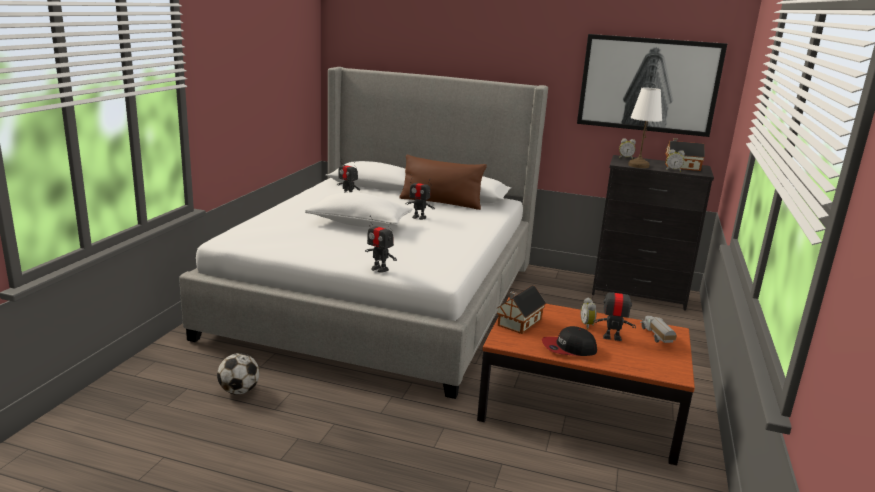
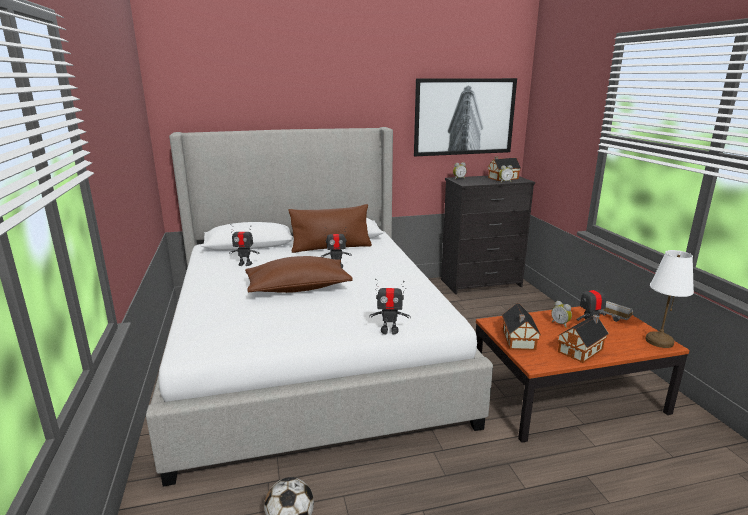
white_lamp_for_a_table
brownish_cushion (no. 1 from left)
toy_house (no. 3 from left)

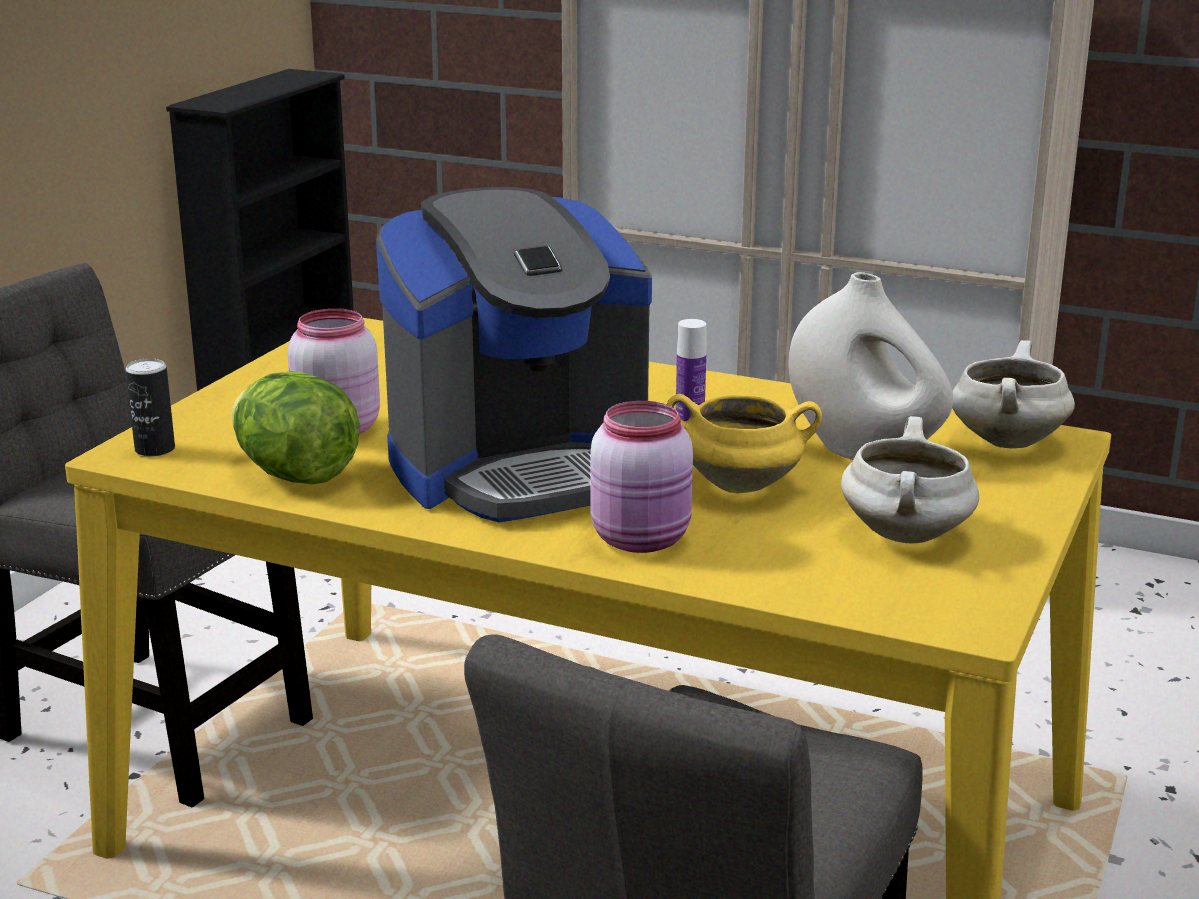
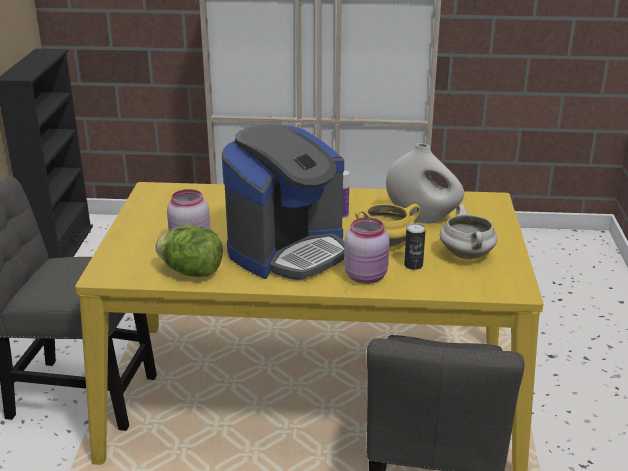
white_saucepot (no. 2 from left in the first image)
can

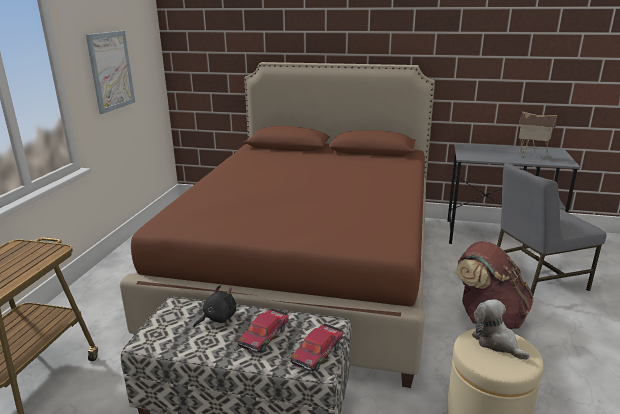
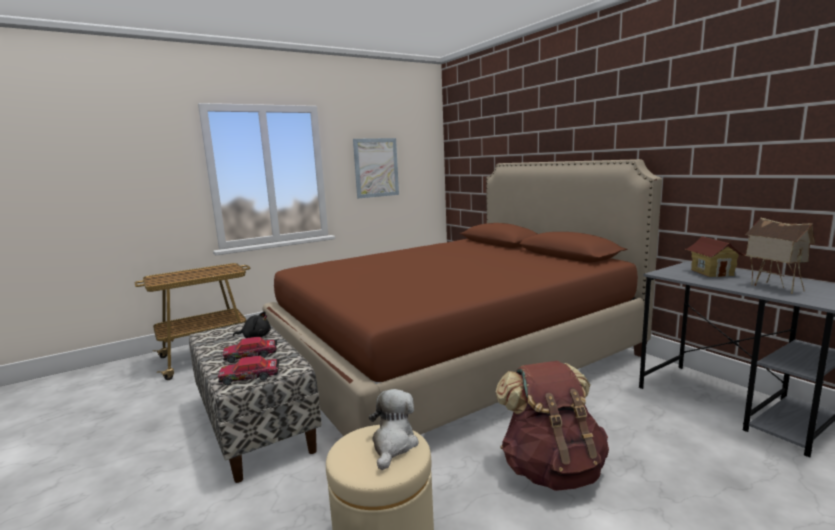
grey_plain_chair
toy_house (no. 1 from left)

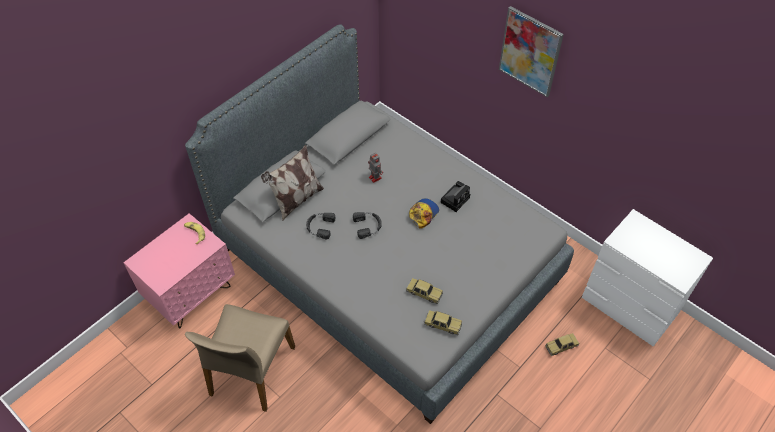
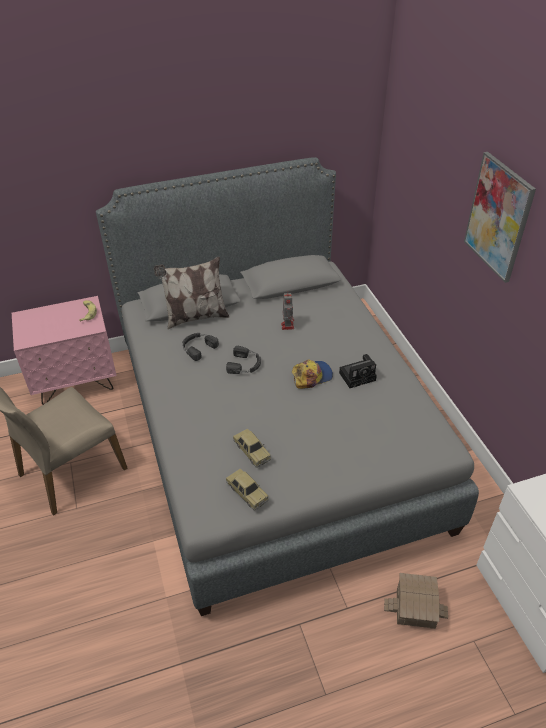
toy_house

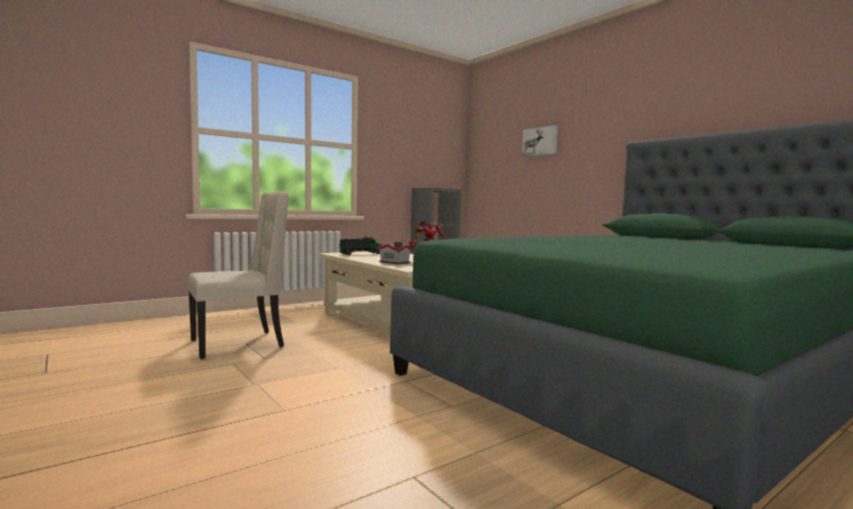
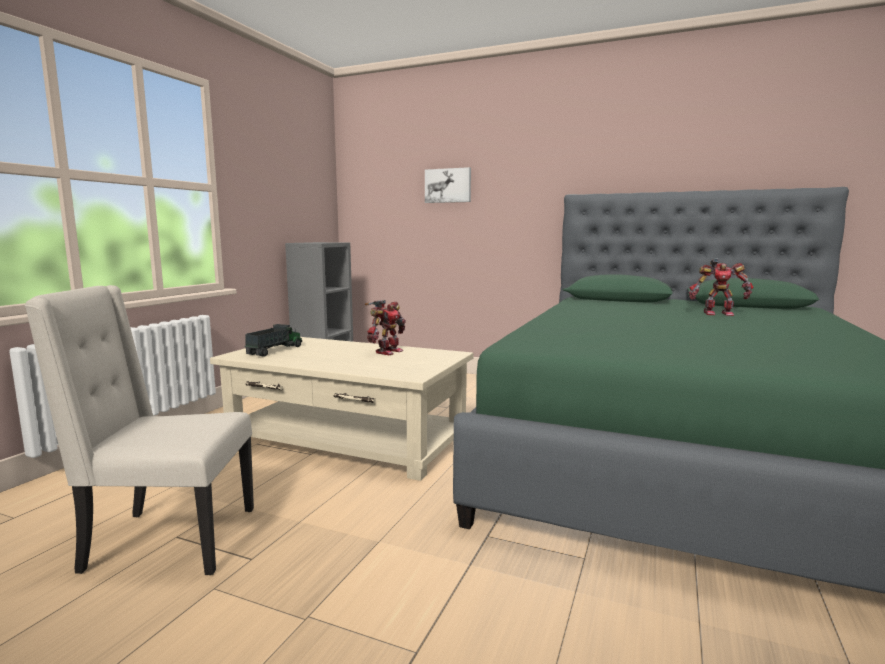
sand-coloured_plain_chair
toy_house
model_robot (no. 2 from left)

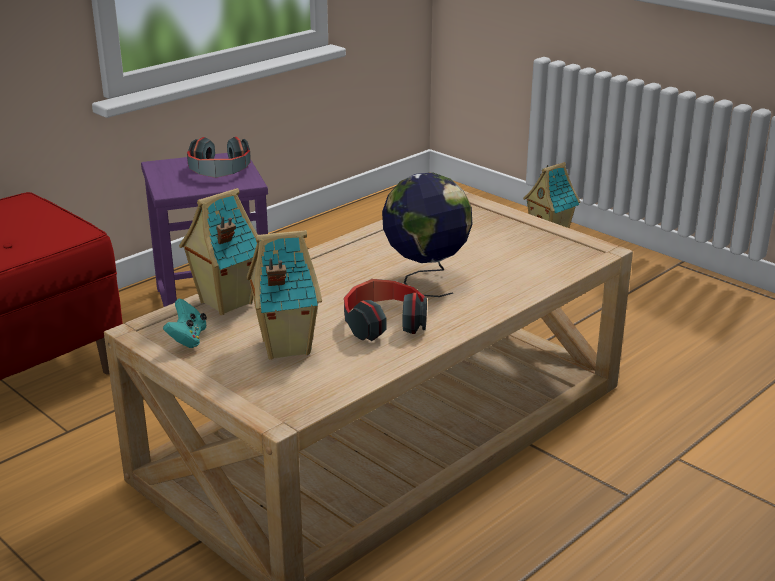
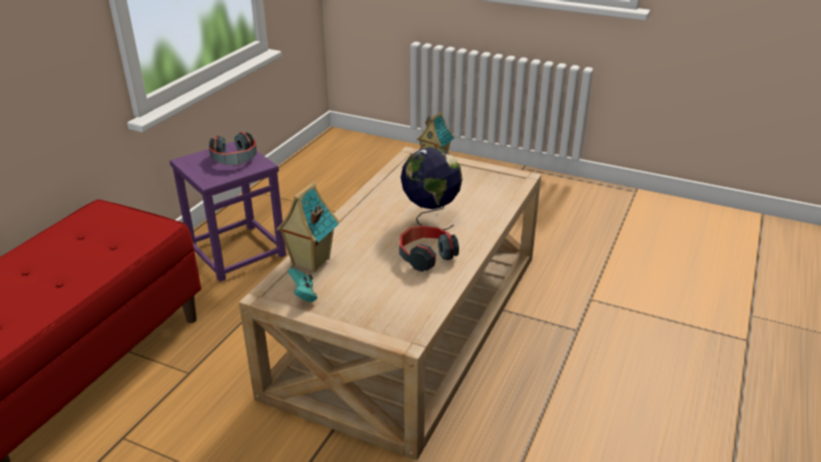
toy_house (no. 2 from left in the first image)

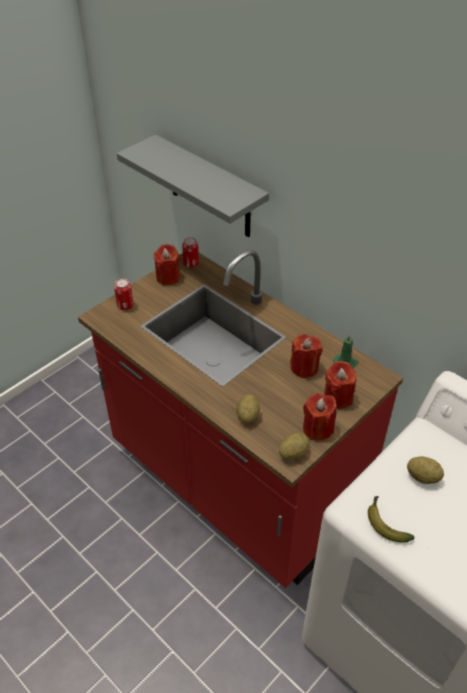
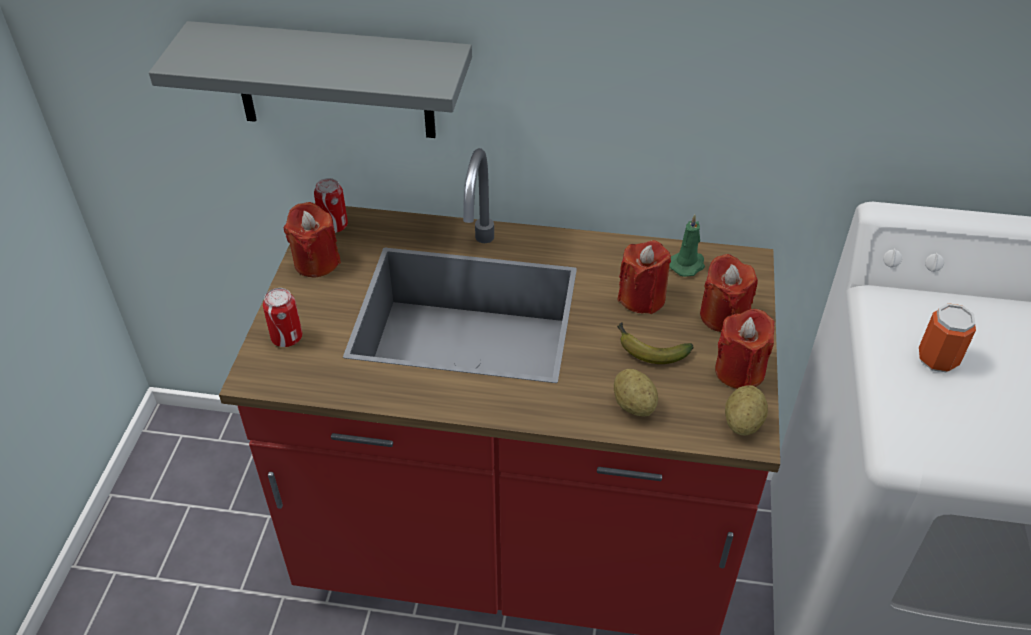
can (no. 3 from left)
whole_banana

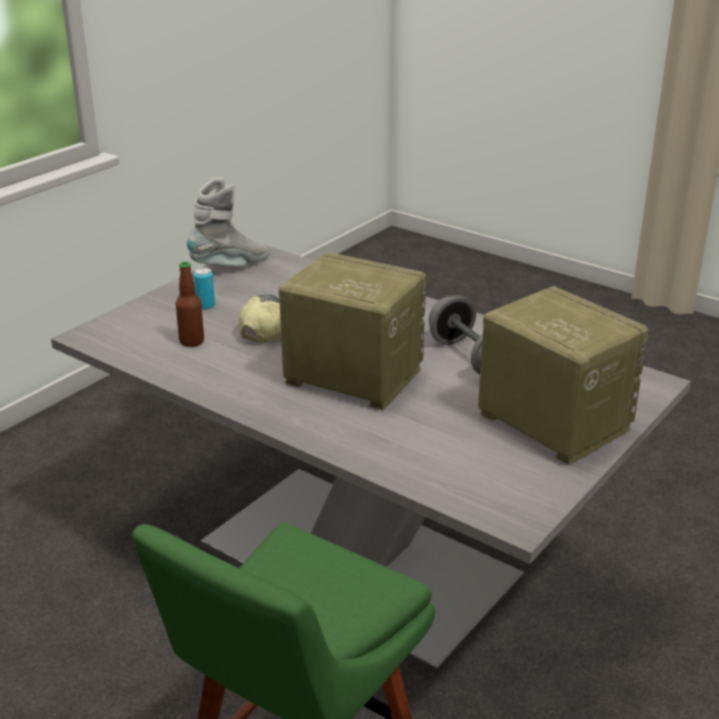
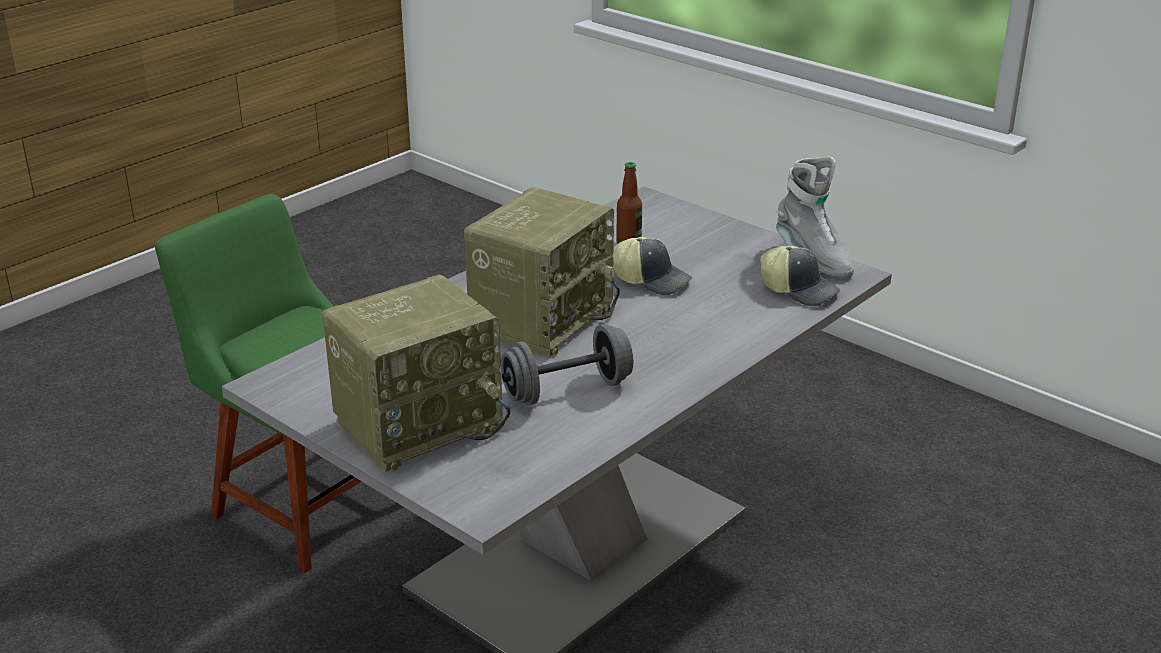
can
peaked_cap (no. 2 from left)

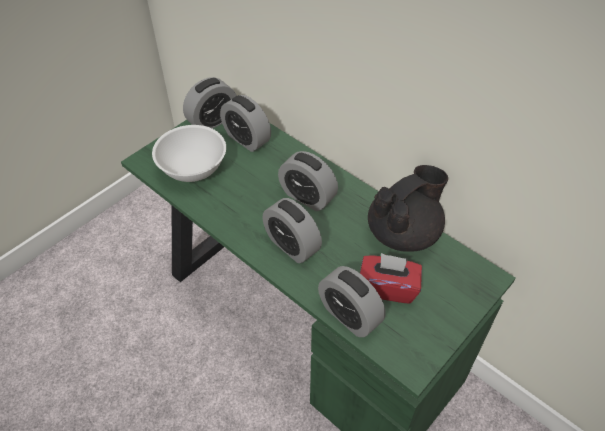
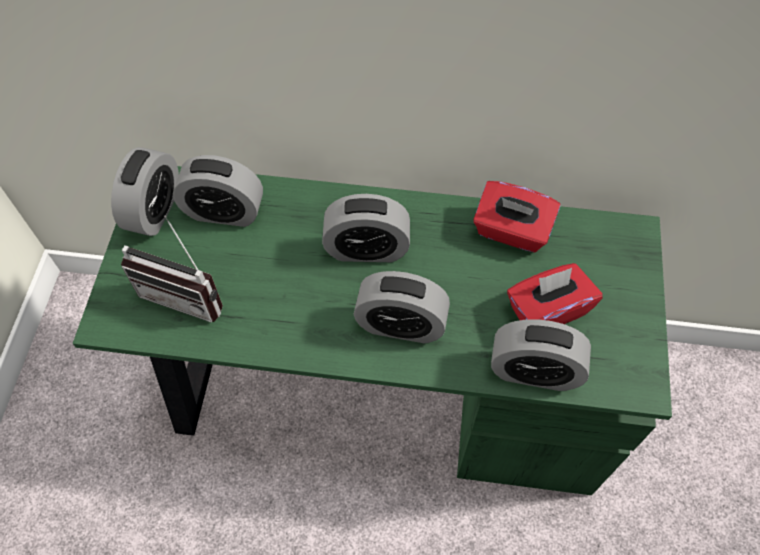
radio_set
red_tissue_holder (no. 1 from left)

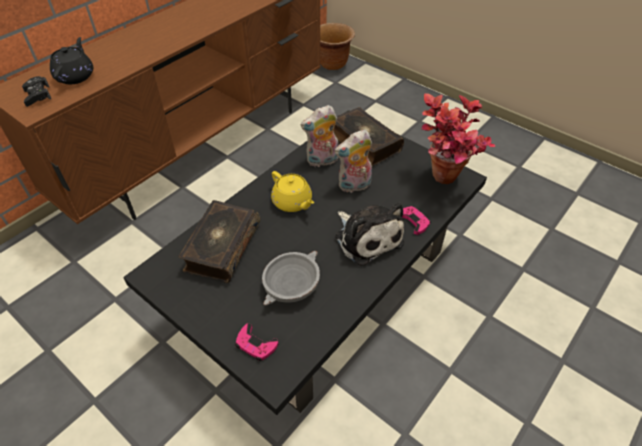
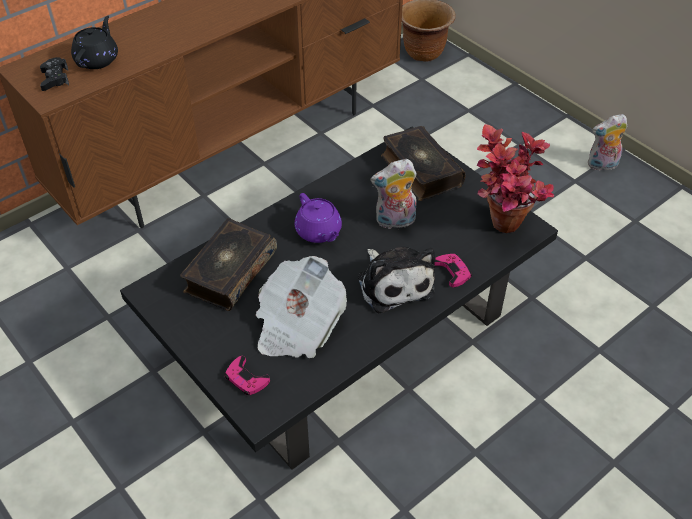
cuddly_toy (no. 3 from left)
purple-coloured_teapot
newspaper

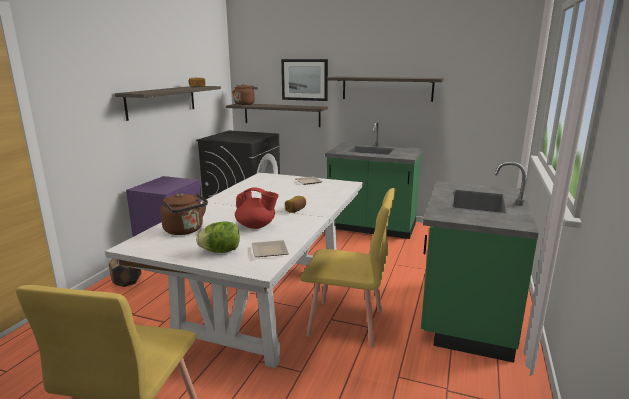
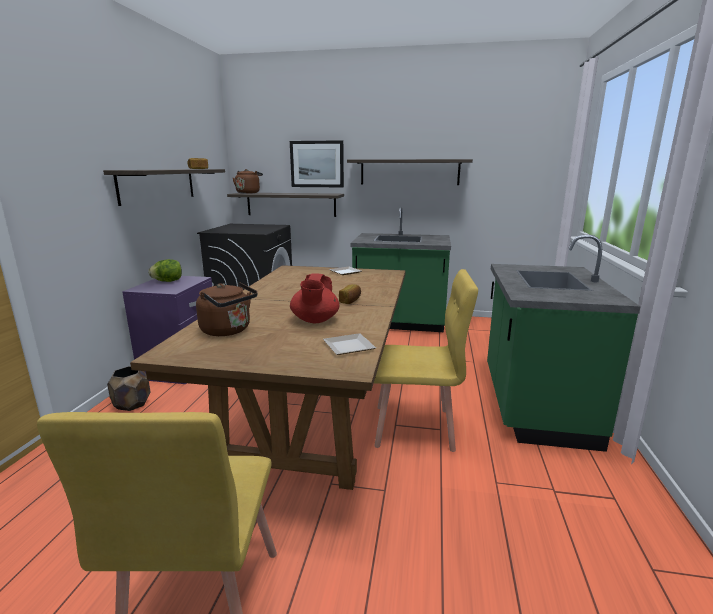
brownish_dinner_table
red_teapot
lettuce_head

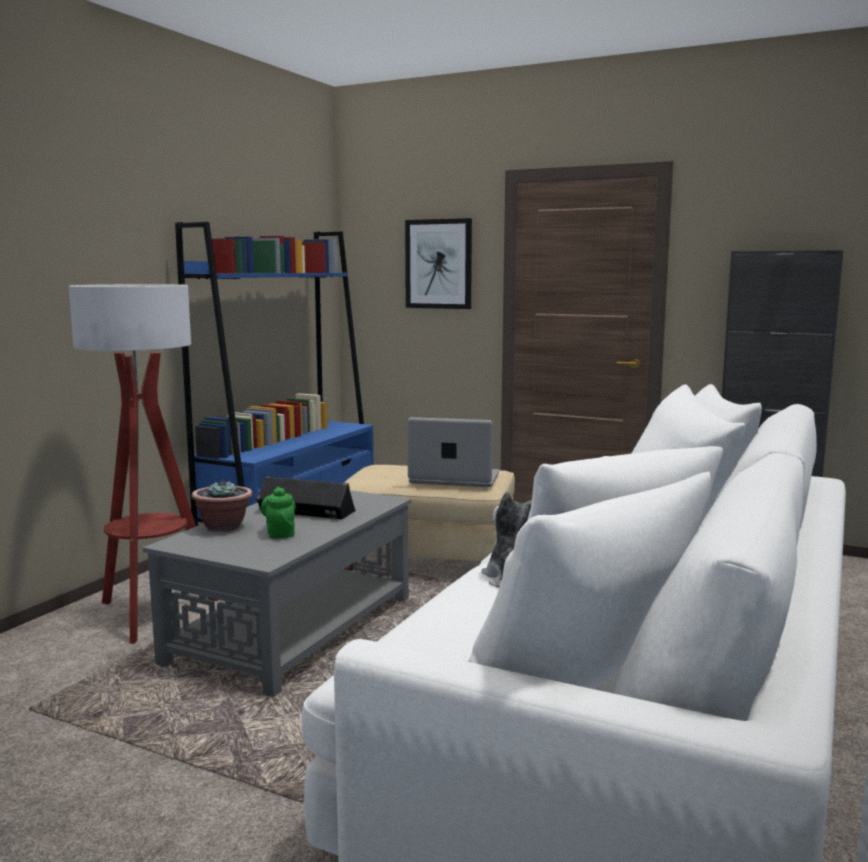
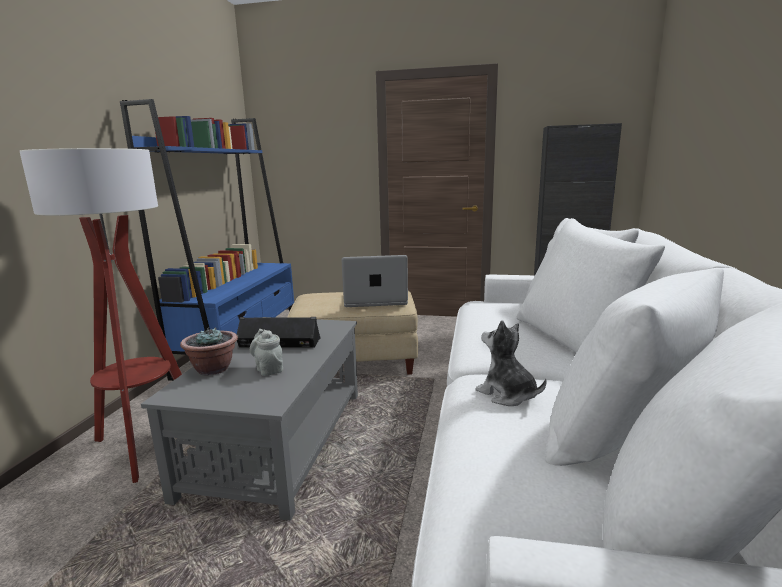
wall_picture
grey_teapot

